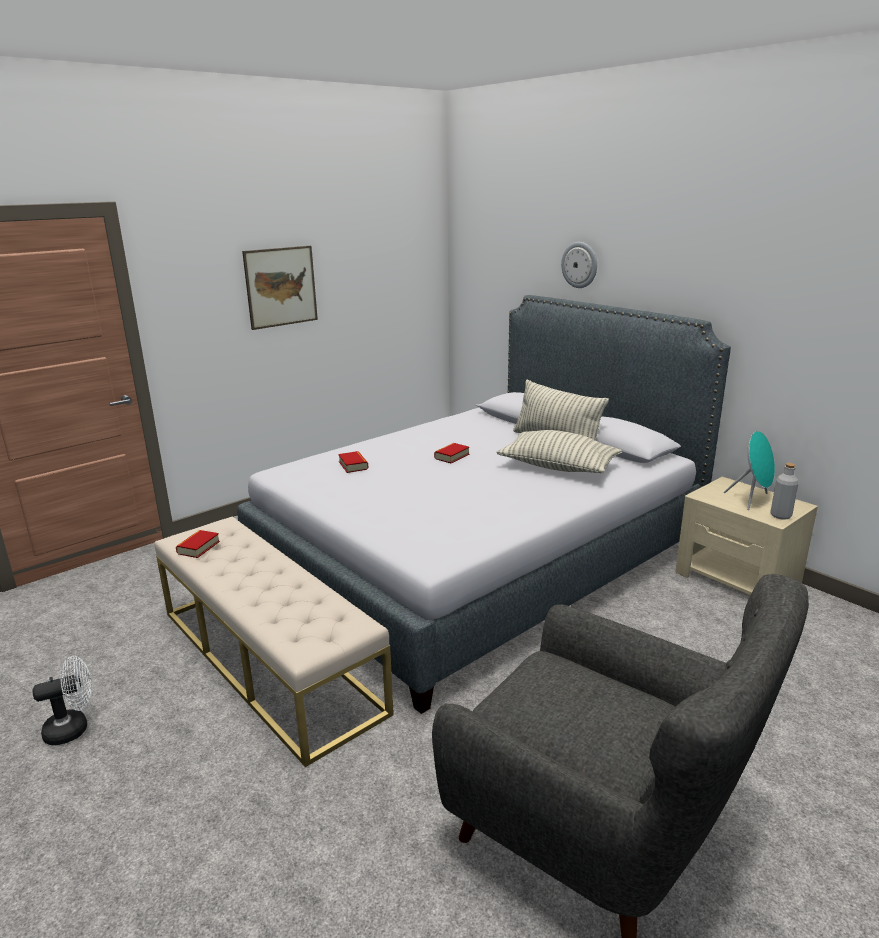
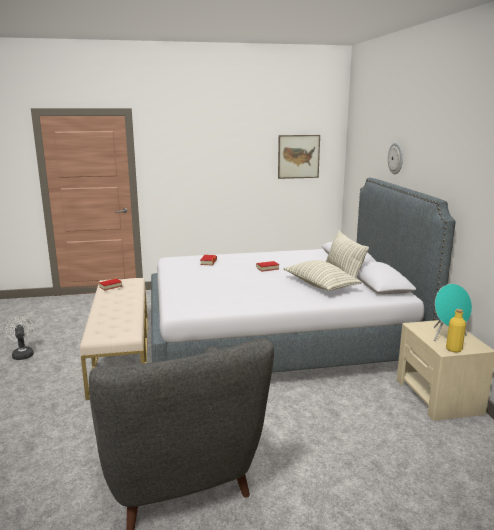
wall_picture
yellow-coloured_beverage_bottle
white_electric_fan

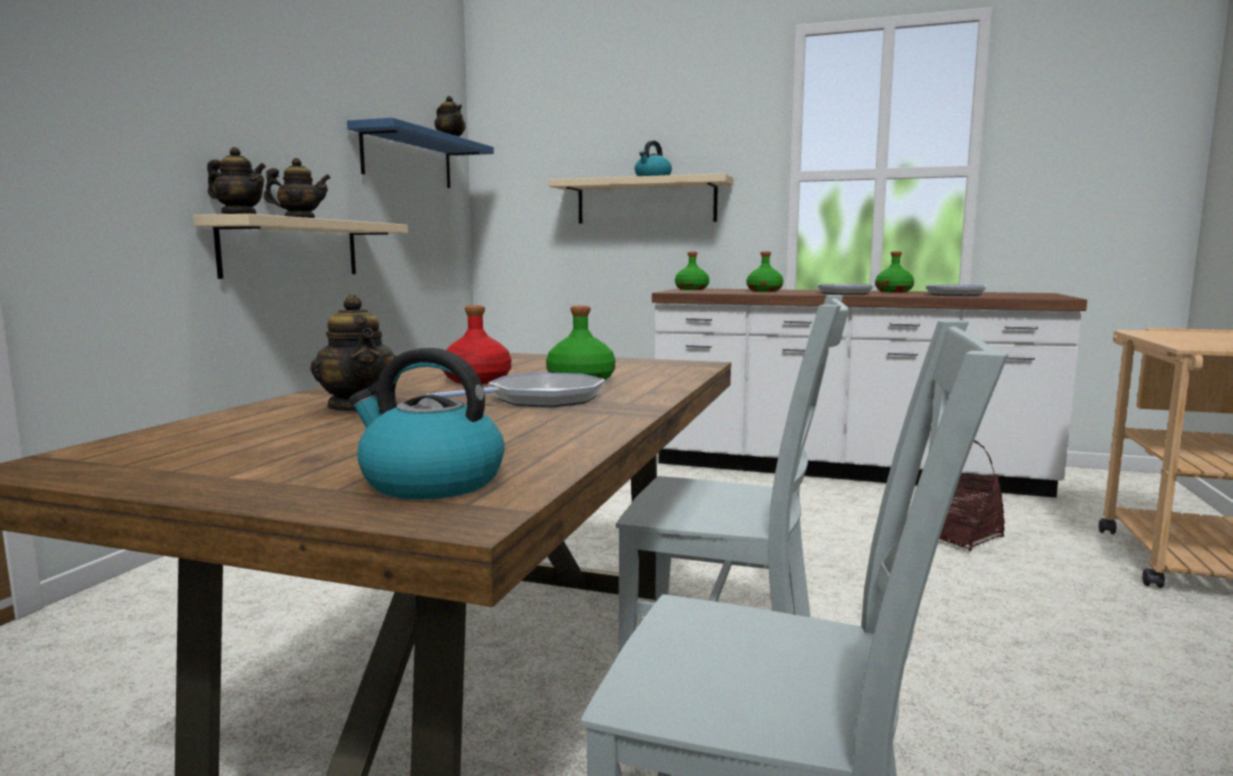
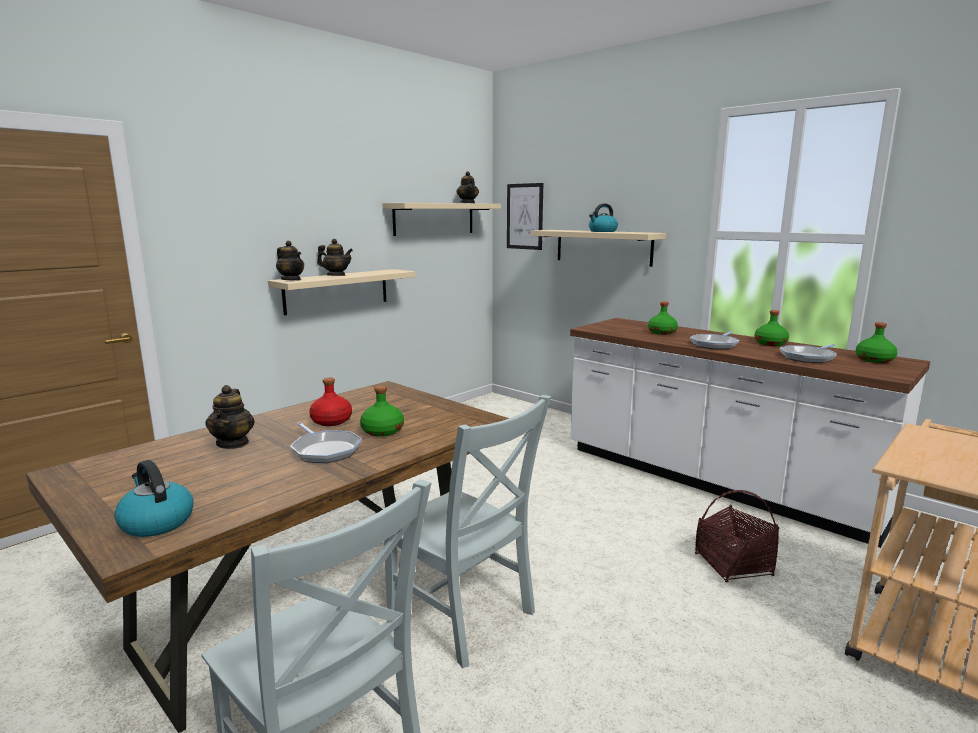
sand-coloured_wall_shelf (no. 2 from left)
green_beverage_bottle (no. 4 from left)
pan (no. 1 from left)
wall_picture

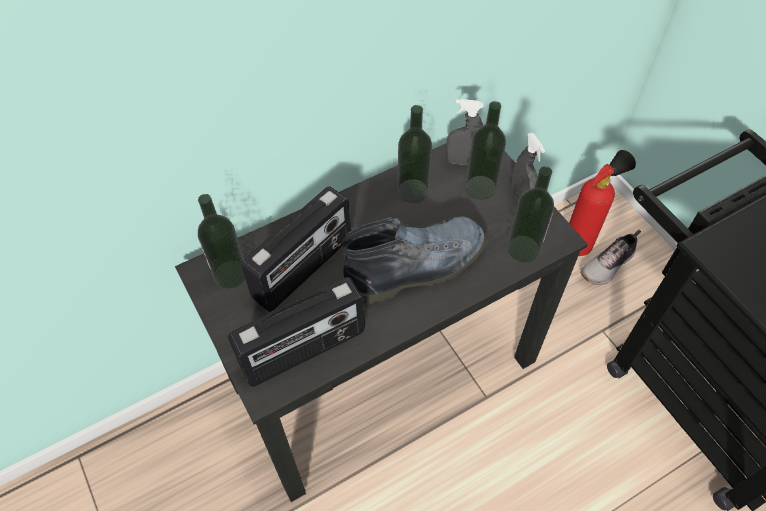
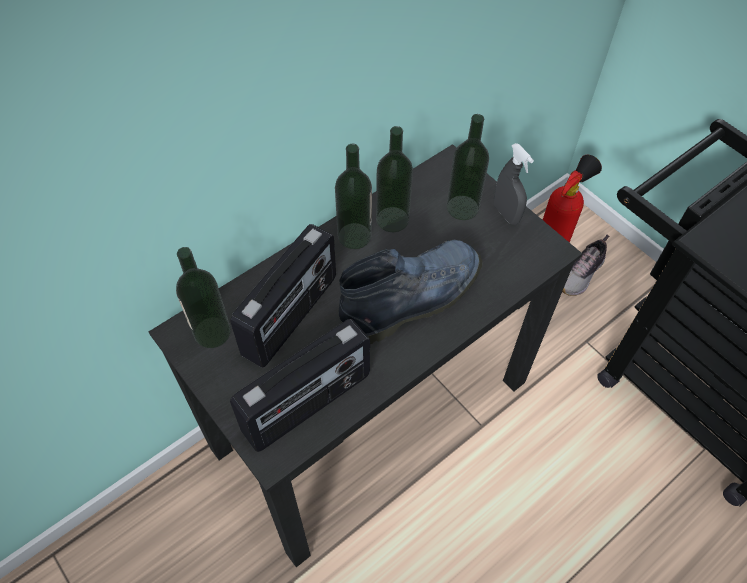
grey_hand_sprayer (no. 1 from left in the first image)
beverage_bottle (no. 2 from left)

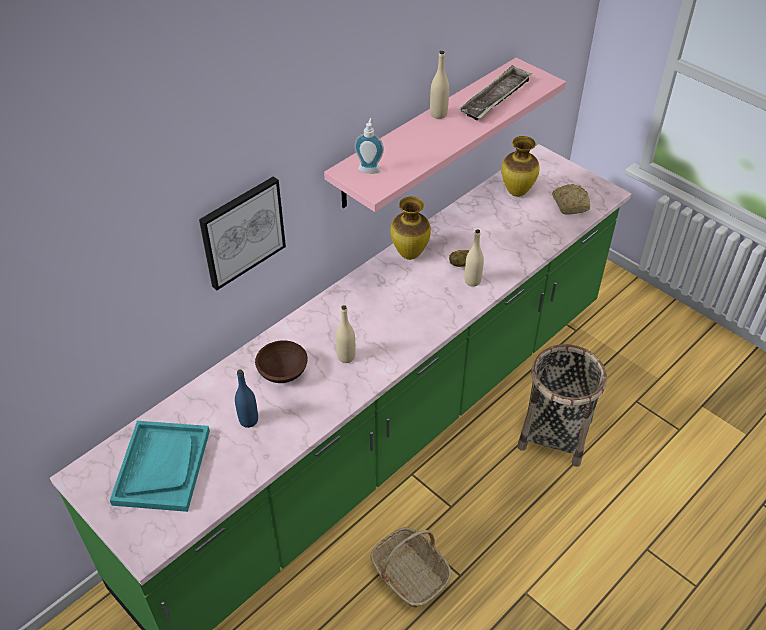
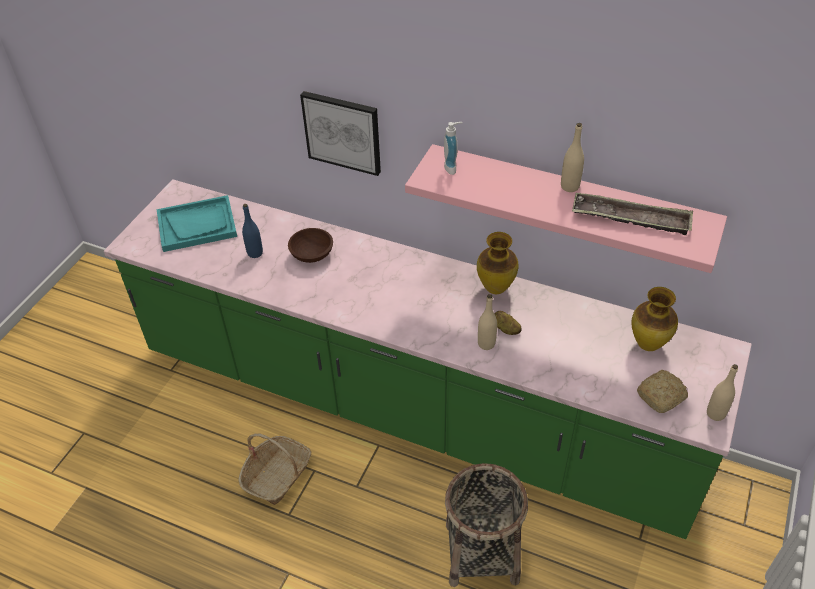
sand-coloured_beverage_bottle (no. 3 from left)

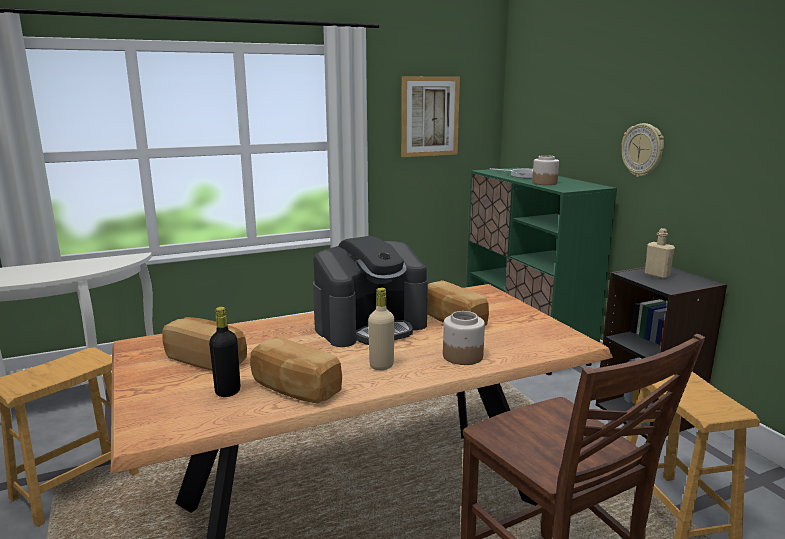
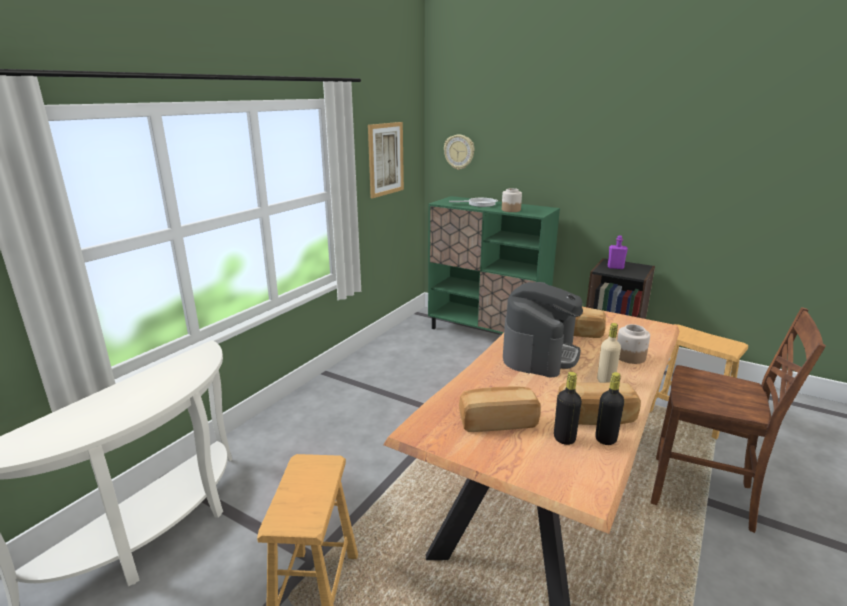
hanging_clock
purple-coloured_beverage_bottle
blackish_beverage_bottle (no. 2 from left)

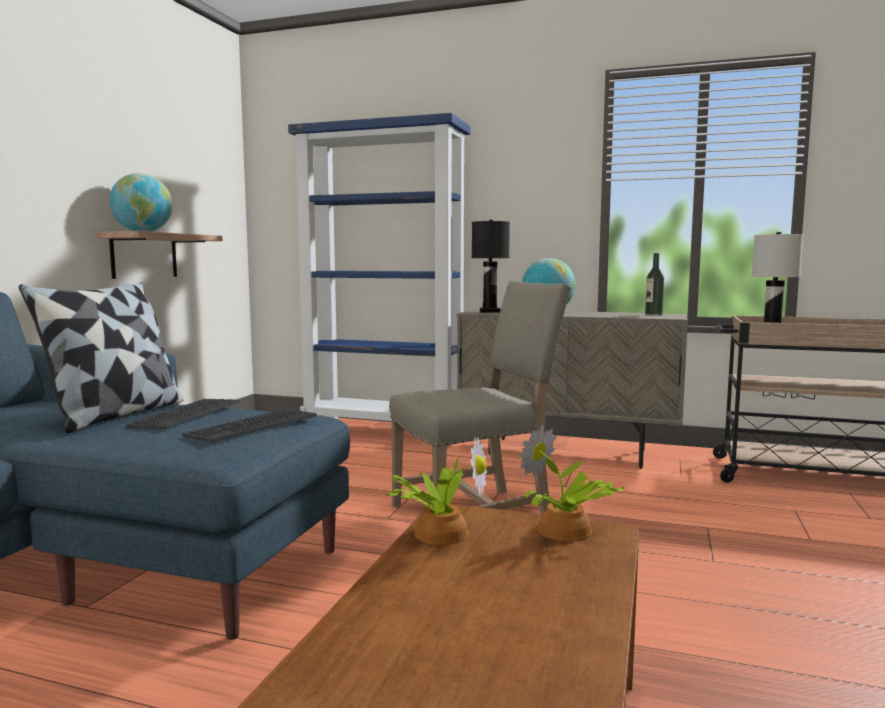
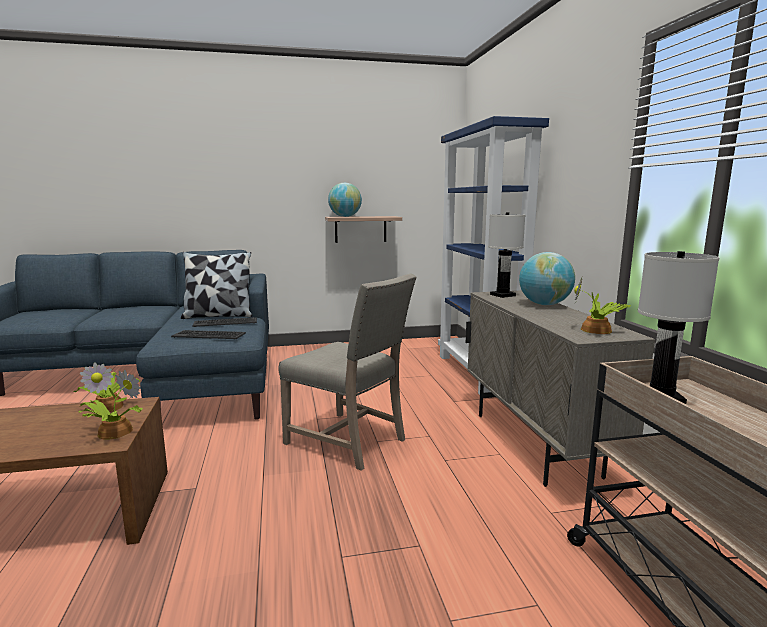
white_lamp_for_a_table (no. 1 from left)
potted_plant (no. 3 from left)

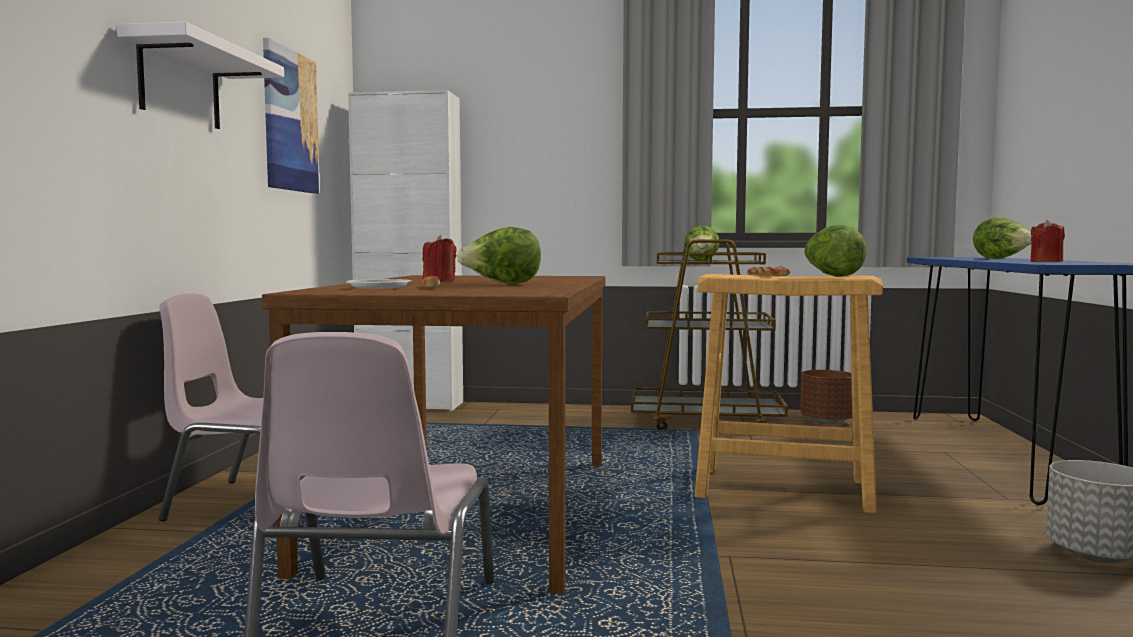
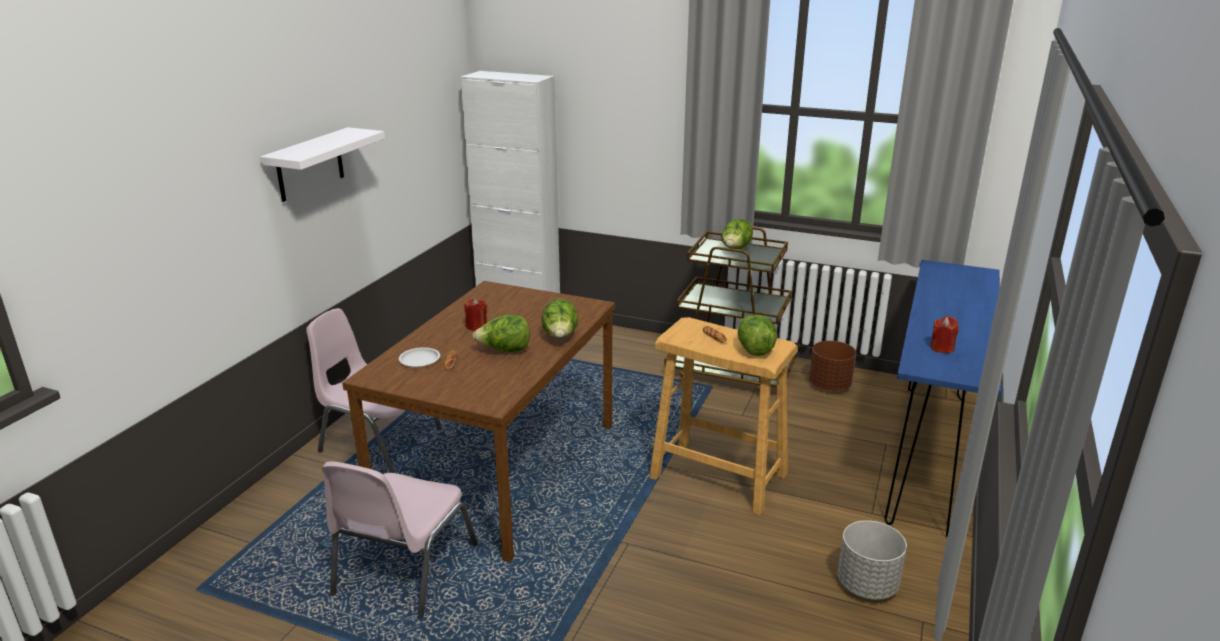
wall_picture
lettuce_head (no. 2 from left)

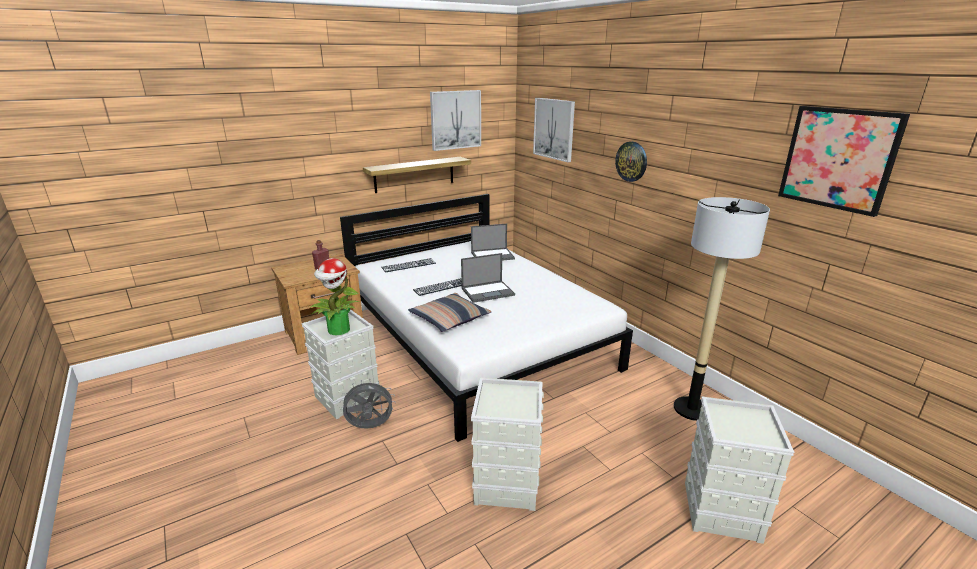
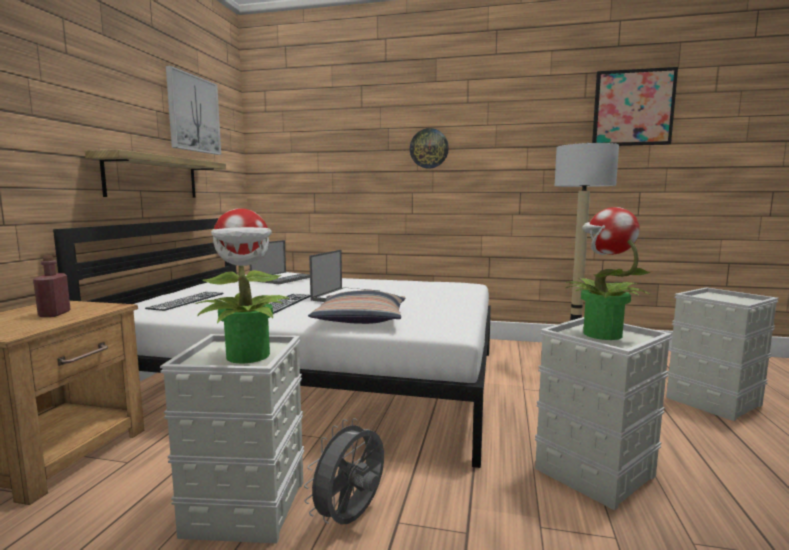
wall_picture (no. 2 from left in the first image)
potted_plant (no. 2 from left)

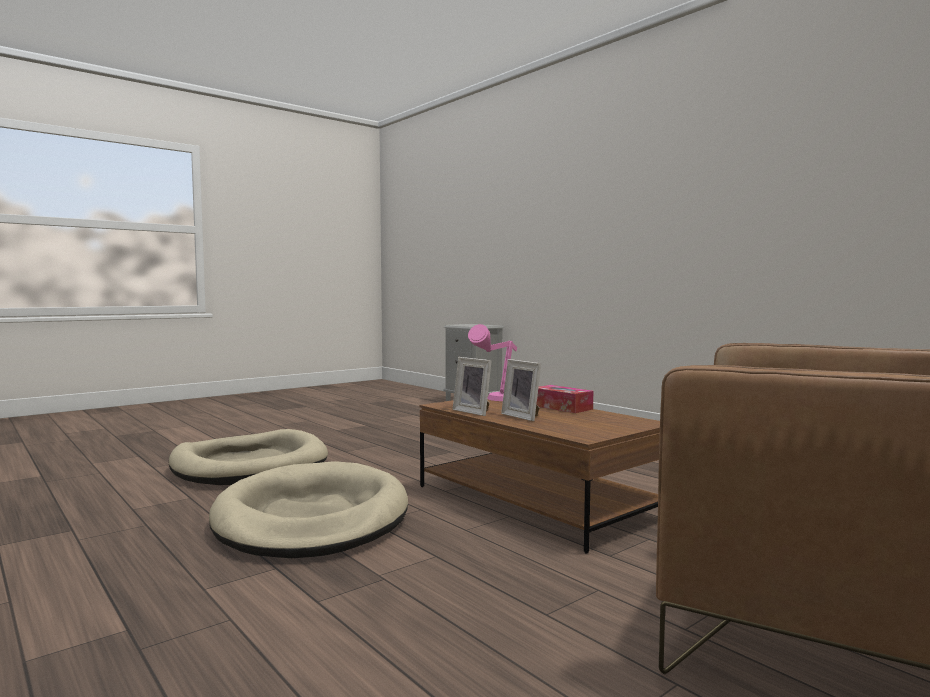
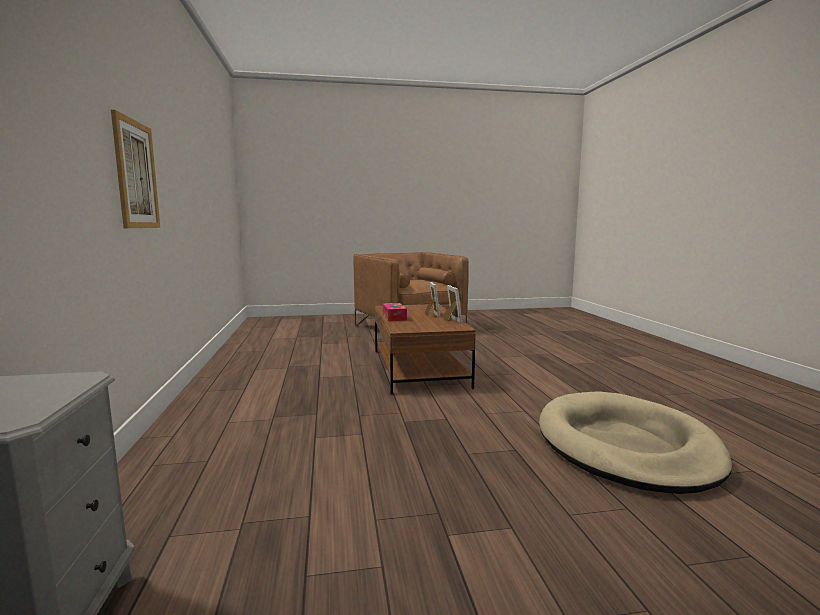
pink_lamp_for_a_table
sand-coloured_pet_bed (no. 2 from left in the first image)
wall_picture

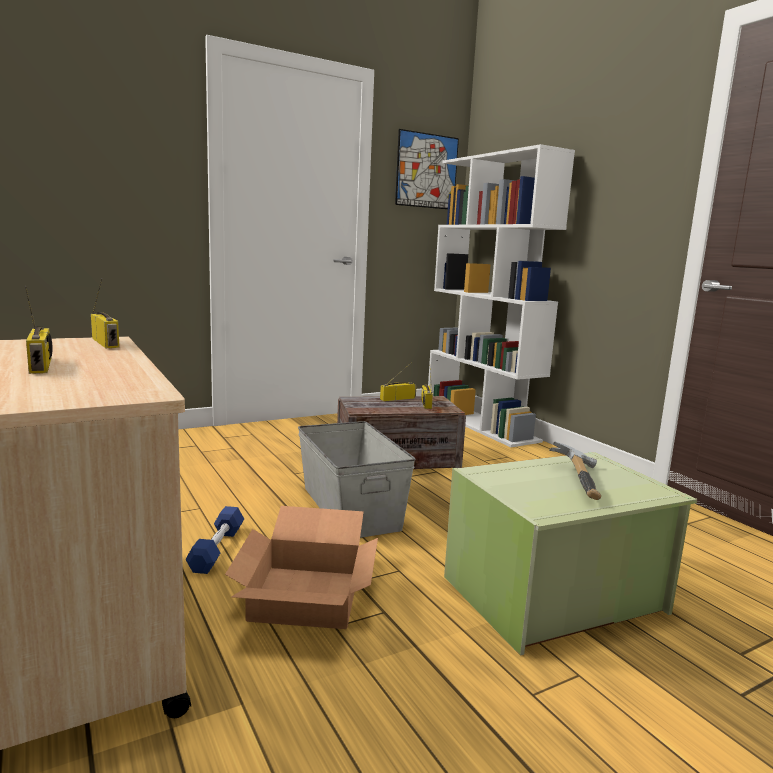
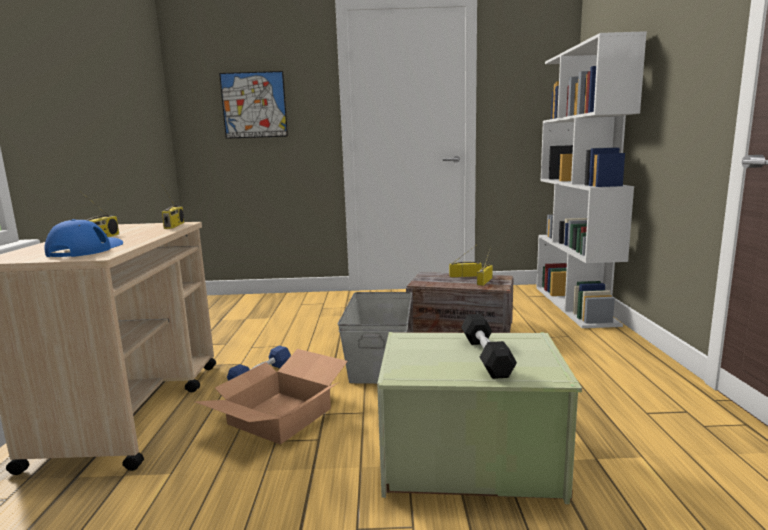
wall_picture
blackish_hand_weight
blue_peaked_cap

